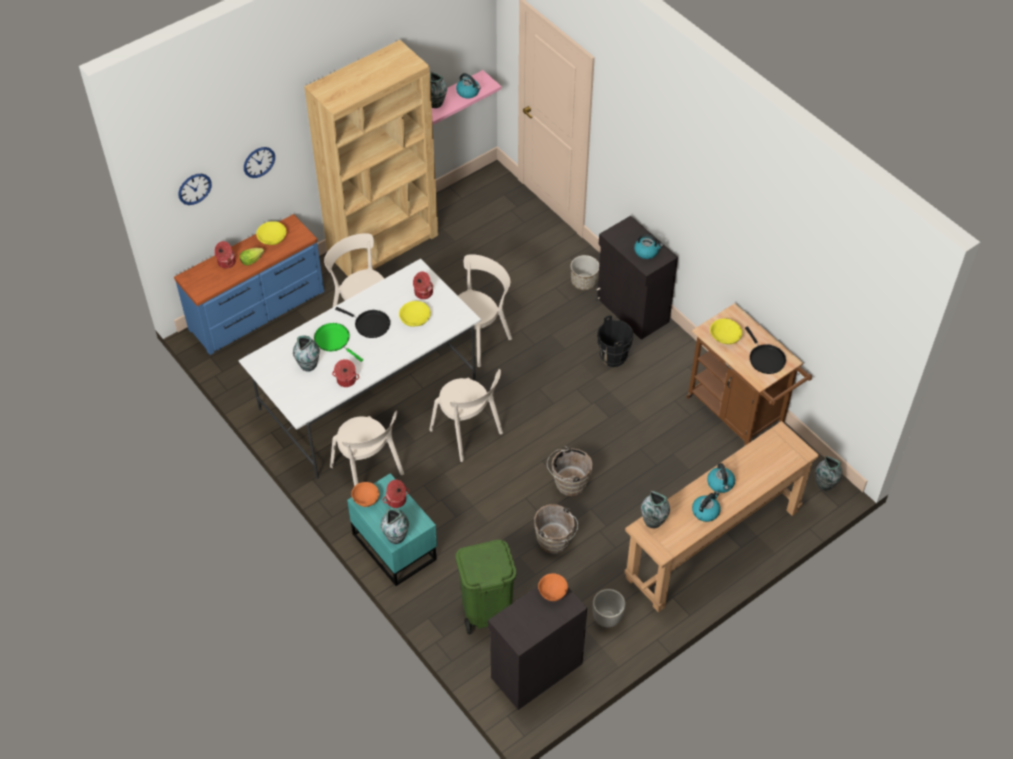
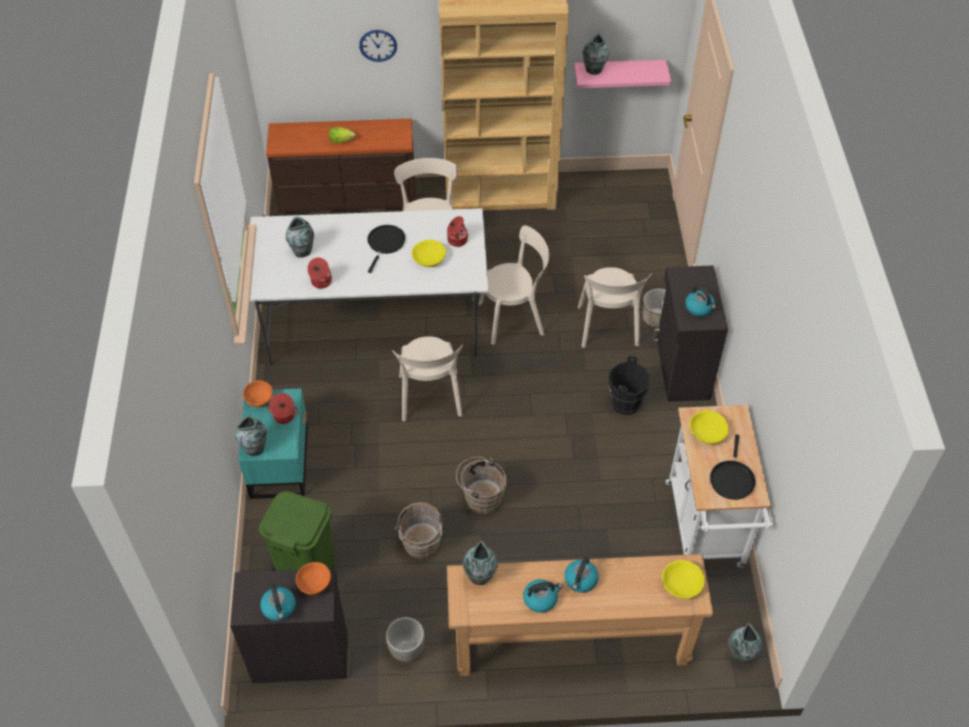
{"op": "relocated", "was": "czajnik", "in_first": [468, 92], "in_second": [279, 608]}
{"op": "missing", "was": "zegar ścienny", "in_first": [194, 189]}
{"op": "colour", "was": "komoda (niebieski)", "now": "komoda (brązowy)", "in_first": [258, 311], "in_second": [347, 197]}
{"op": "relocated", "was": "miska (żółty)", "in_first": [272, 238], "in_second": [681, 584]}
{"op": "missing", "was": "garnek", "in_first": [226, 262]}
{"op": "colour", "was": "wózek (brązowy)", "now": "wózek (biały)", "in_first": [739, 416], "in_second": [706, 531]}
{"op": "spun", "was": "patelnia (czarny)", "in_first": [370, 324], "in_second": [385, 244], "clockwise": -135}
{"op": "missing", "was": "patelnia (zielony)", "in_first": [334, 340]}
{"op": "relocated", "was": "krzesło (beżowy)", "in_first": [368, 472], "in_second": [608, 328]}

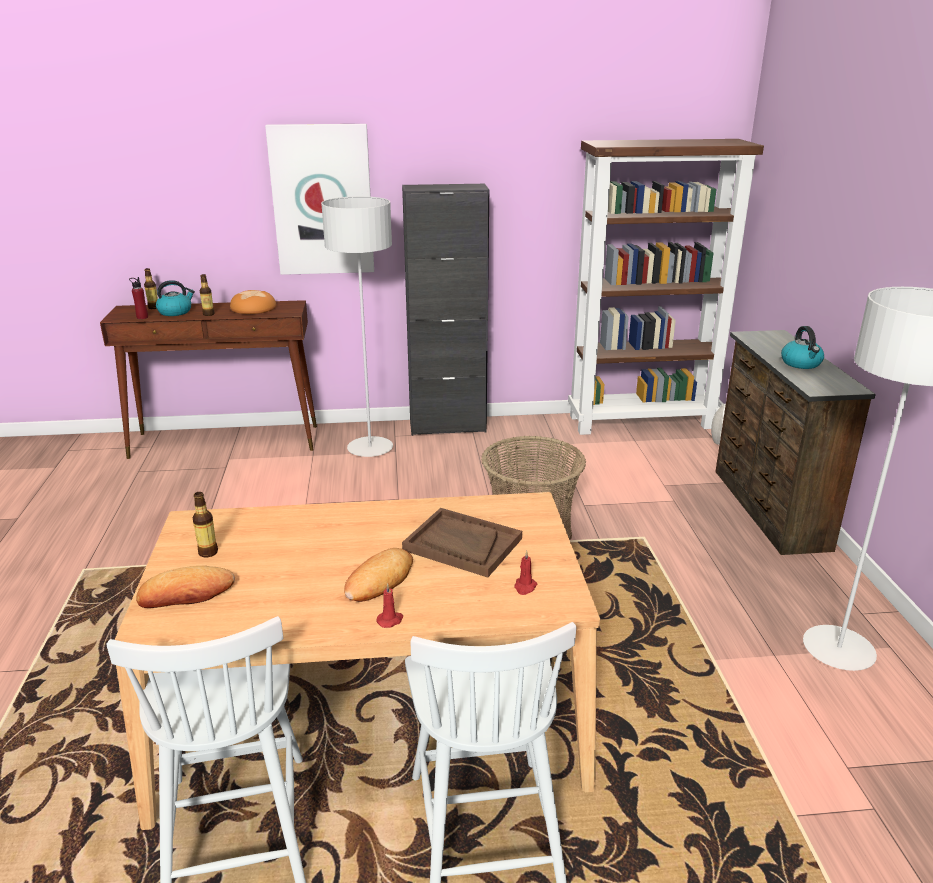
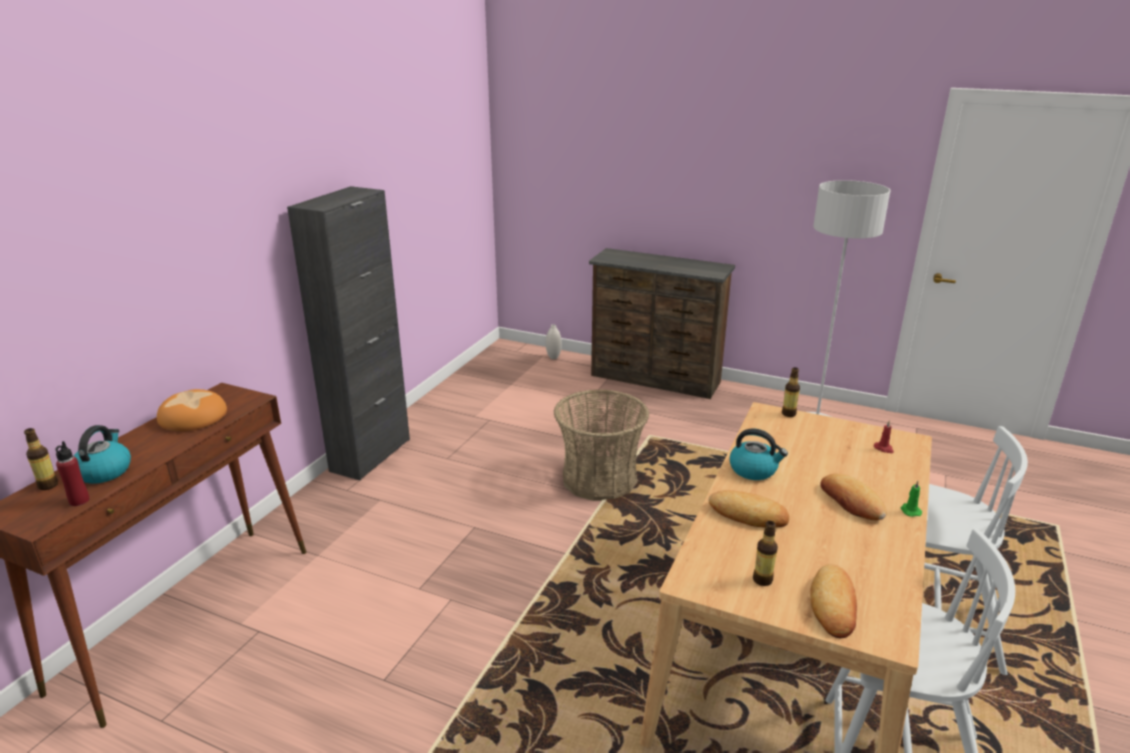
{"op": "missing", "was": "obraz", "in_first": [322, 200]}
{"op": "missing", "was": "regał (brązowy)", "in_first": [641, 421]}
{"op": "missing", "was": "lampa stojąca (szary)", "in_first": [370, 449]}
{"op": "relocated", "was": "butelka", "in_first": [208, 314], "in_second": [788, 414]}
{"op": "relocated", "was": "czajnik", "in_first": [801, 363], "in_second": [754, 470]}
{"op": "missing", "was": "taca (brązowy)", "in_first": [462, 544]}
{"op": "colour", "was": "świeca (czerwony)", "now": "świeca (zielony)", "in_first": [390, 620], "in_second": [910, 511]}
{"op": "appeared", "now": "chleb", "in_second": [748, 514]}

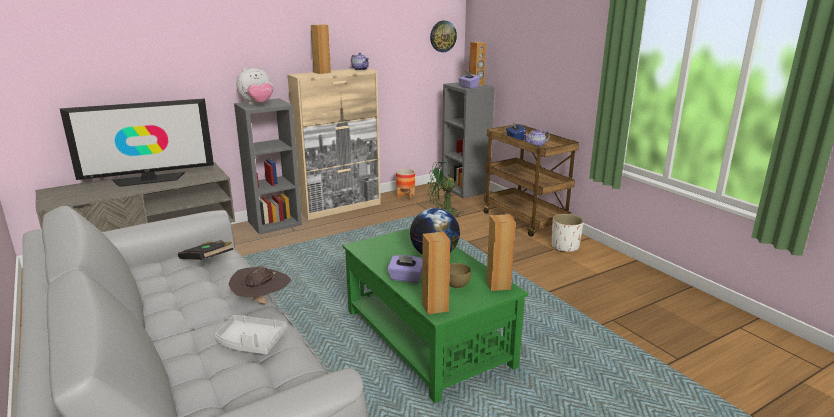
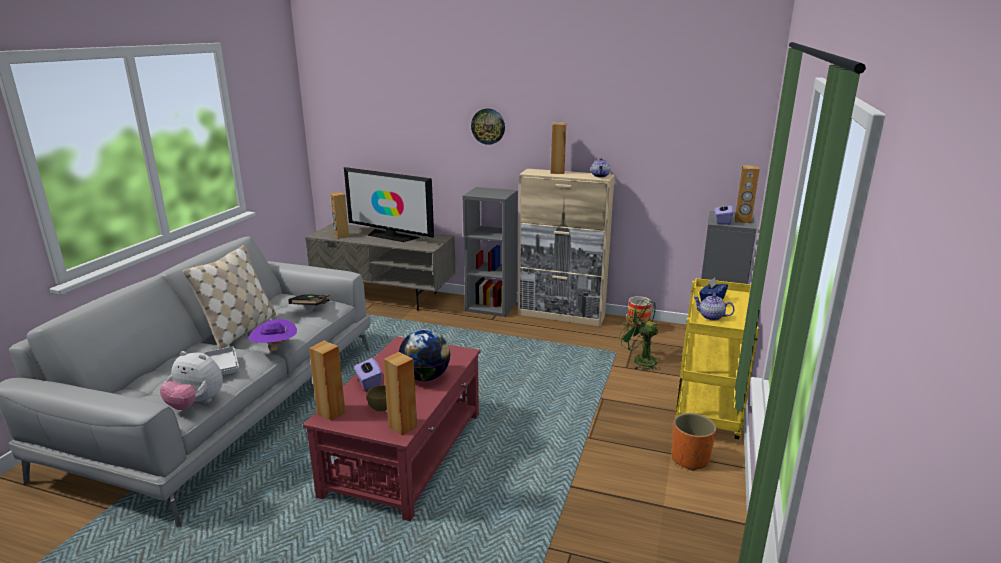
{"op": "relocated", "was": "zegar ścienny", "in_first": [443, 36], "in_second": [488, 126]}
{"op": "relocated", "was": "pluszak", "in_first": [257, 104], "in_second": [196, 404]}
{"op": "colour", "was": "wózek (brązowy)", "now": "wózek (żółty)", "in_first": [525, 220], "in_second": [708, 410]}
{"op": "colour", "was": "donica (biały)", "now": "donica (pomarańczowy)", "in_first": [565, 247], "in_second": [690, 459]}
{"op": "colour", "was": "ława (zielony)", "now": "ława (czerwony)", "in_first": [427, 337], "in_second": [406, 452]}
{"op": "colour", "was": "kapelusz (brązowy)", "now": "kapelusz (fioletowy)", "in_first": [262, 302], "in_second": [275, 350]}
{"op": "appeared", "now": "głośnik (brązowy)", "in_second": [341, 236]}
{"op": "appeared", "now": "poduszka (beżowy)", "in_second": [240, 330]}

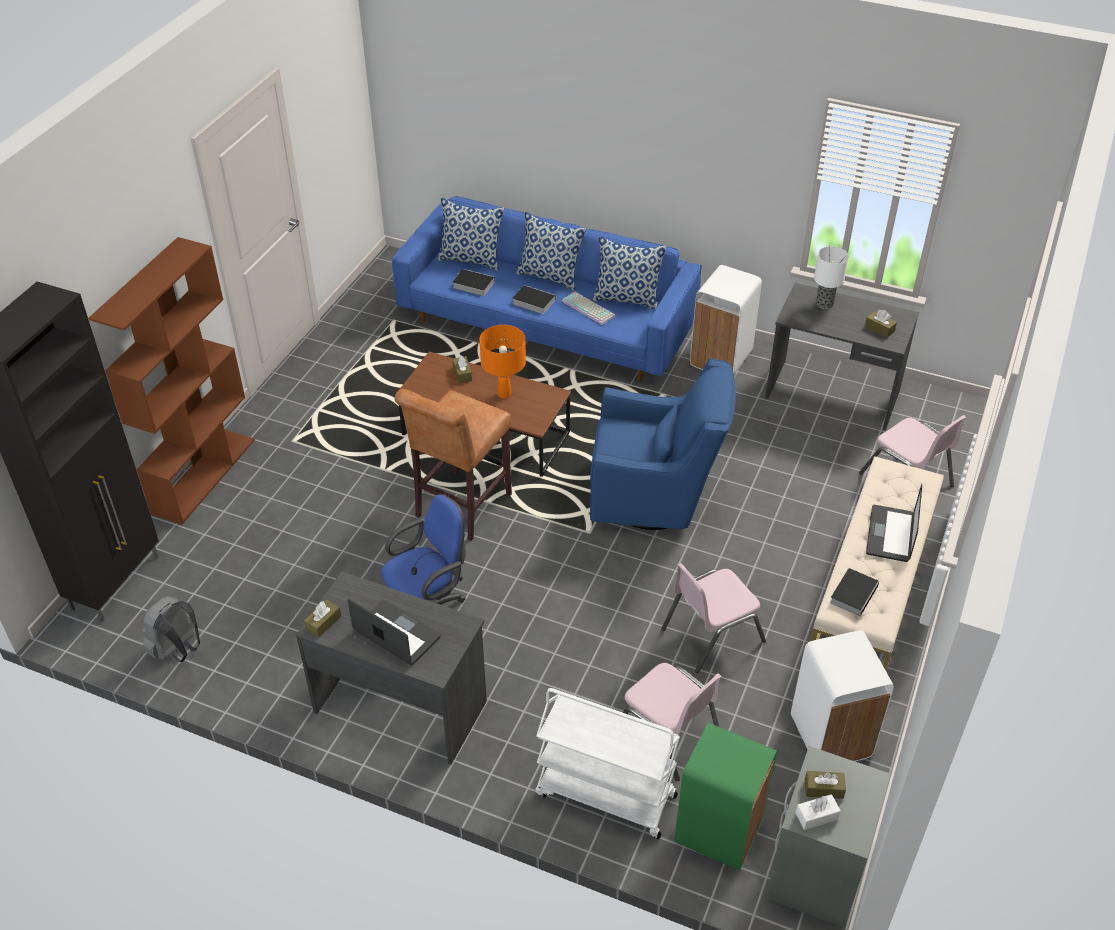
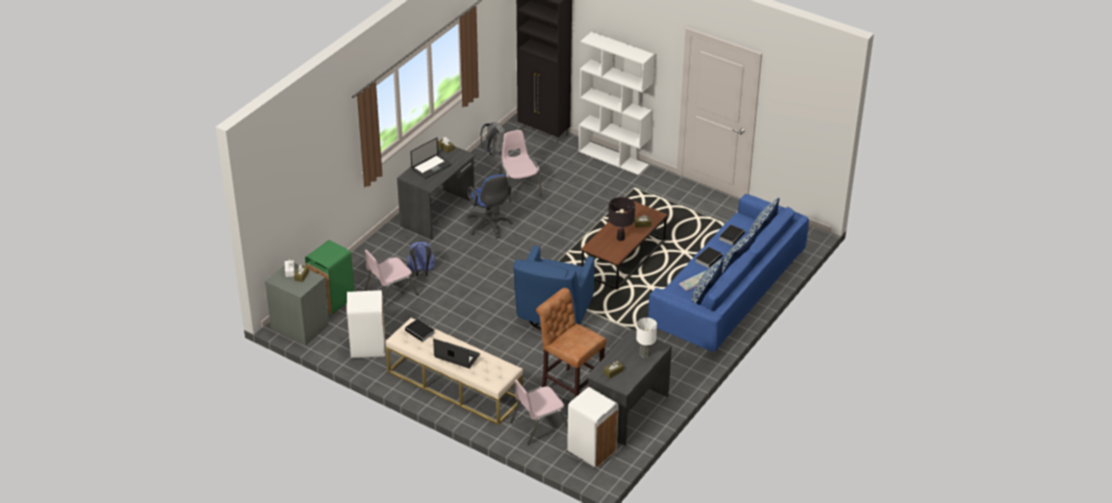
{"op": "colour", "was": "regał (brązowy)", "now": "regał (biały)", "in_first": [203, 475], "in_second": [614, 158]}
{"op": "relocated", "was": "kosz na śmieci (biały)", "in_first": [721, 358], "in_second": [592, 452]}
{"op": "colour", "was": "lampa stołowa (pomarańczowy)", "now": "lampa stołowa (czarny)", "in_first": [504, 394], "in_second": [620, 238]}
{"op": "relocated", "was": "stołek (brązowy)", "in_first": [460, 509], "in_second": [569, 388]}
{"op": "relocated", "was": "krzesło (różowy)", "in_first": [711, 634], "in_second": [519, 187]}
{"op": "missing", "was": "wózek (biały)", "in_first": [604, 795]}
{"op": "appeared", "now": "plecak (niebieski)", "in_second": [421, 272]}

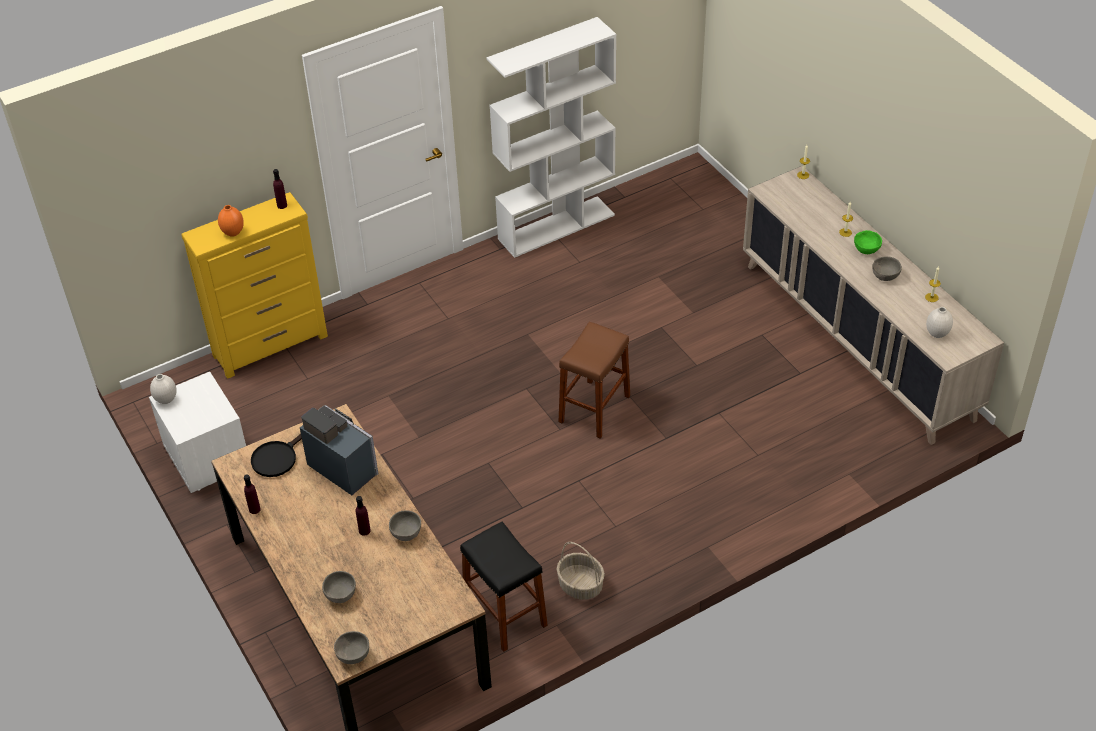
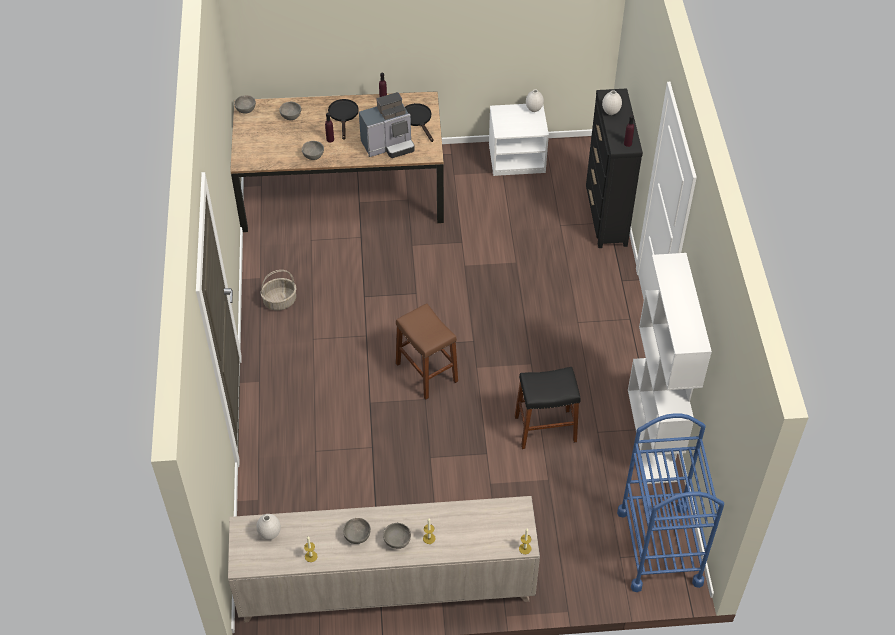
{"op": "colour", "was": "komoda (żółty)", "now": "komoda (czarny)", "in_first": [271, 346], "in_second": [606, 216]}
{"op": "colour", "was": "wazon (pomarańczowy)", "now": "wazon (biały)", "in_first": [233, 233], "in_second": [610, 112]}
{"op": "colour", "was": "miska (zielony)", "now": "miska (szary)", "in_first": [866, 250], "in_second": [397, 542]}
{"op": "relocated", "was": "stołek (czarny)", "in_first": [505, 614], "in_second": [545, 429]}
{"op": "appeared", "now": "patelnia (czarny)", "in_second": [343, 115]}
{"op": "appeared", "now": "wózek (niebieski)", "in_second": [659, 547]}

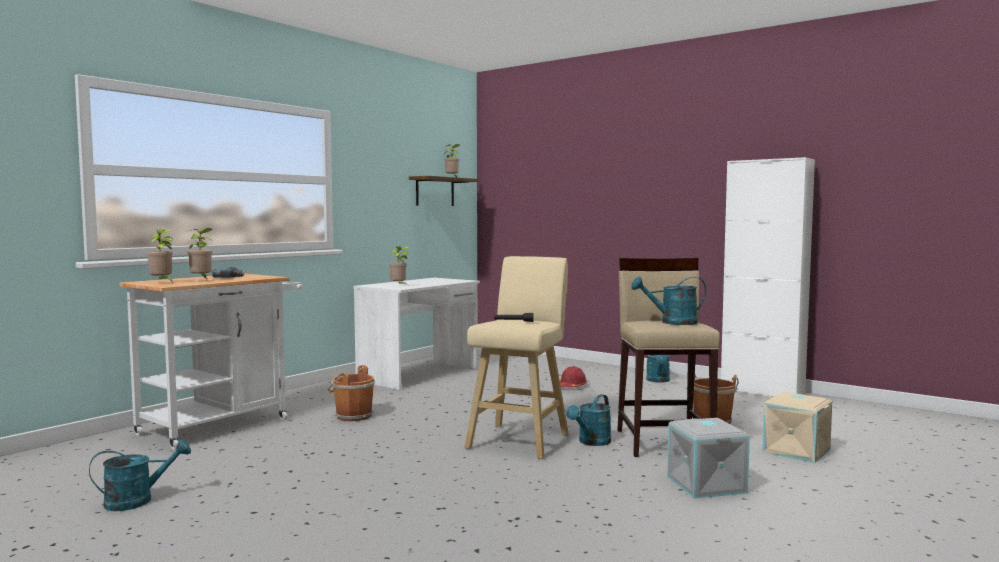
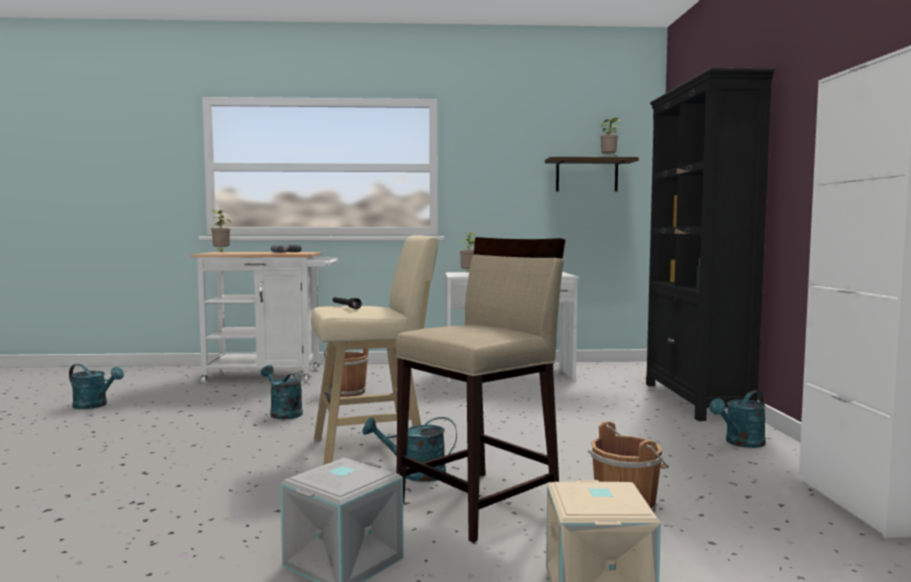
{"op": "missing", "was": "roślina doniczkowa", "in_first": [202, 280]}
{"op": "relocated", "was": "konewka (turkusowy)", "in_first": [672, 322], "in_second": [283, 413]}
{"op": "missing", "was": "kask (czerwony)", "in_first": [572, 386]}
{"op": "appeared", "now": "regał (czarny)", "in_second": [696, 400]}

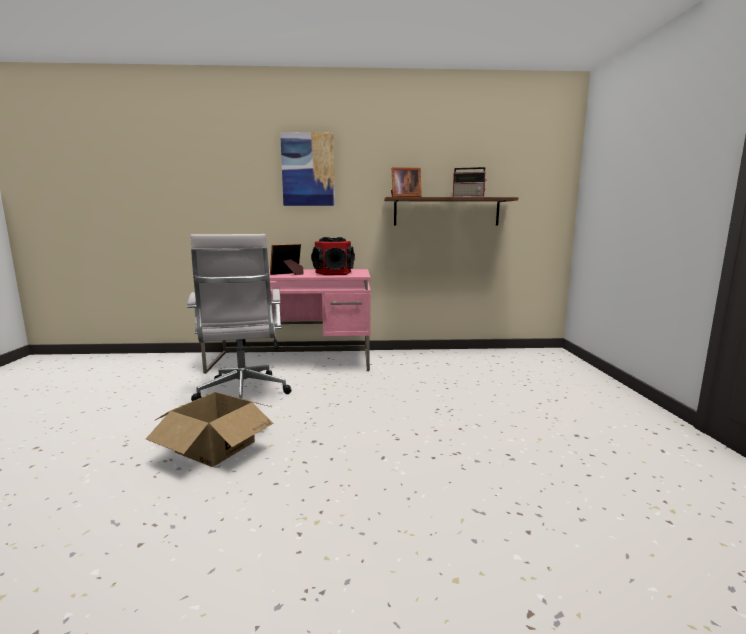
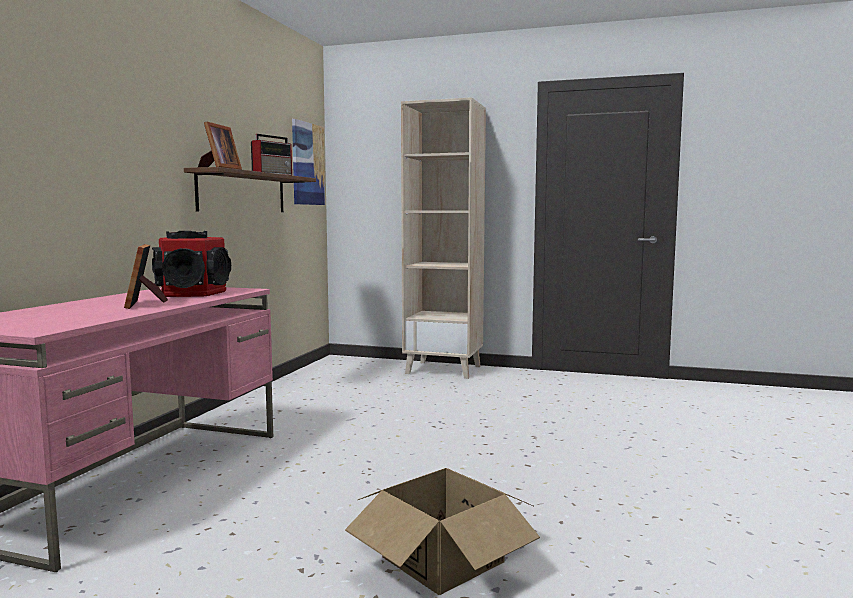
{"op": "relocated", "was": "obraz", "in_first": [308, 170], "in_second": [307, 164]}
{"op": "missing", "was": "krzesło biurowe (biały)", "in_first": [243, 394]}
{"op": "appeared", "now": "regał (beżowy)", "in_second": [444, 370]}

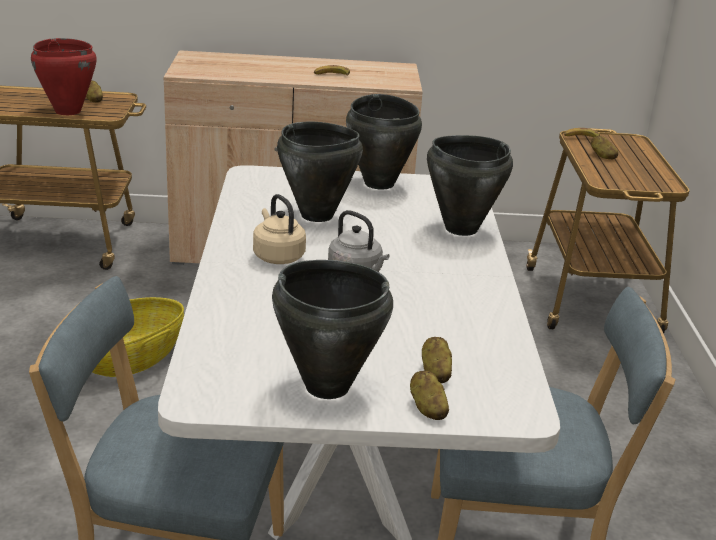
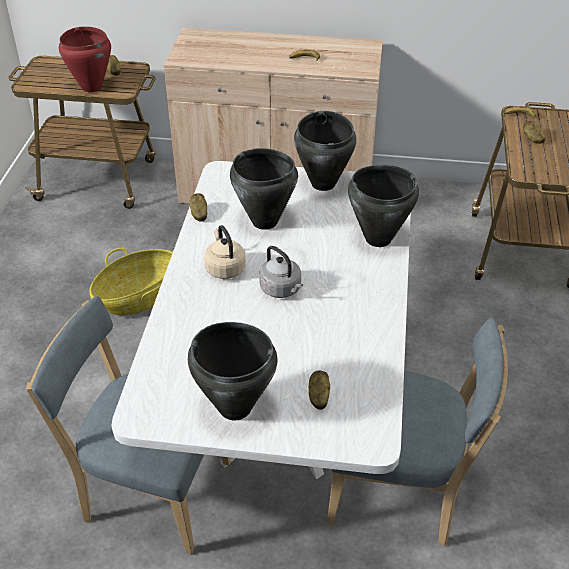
{"op": "relocated", "was": "ziemniak", "in_first": [427, 408], "in_second": [199, 214]}

